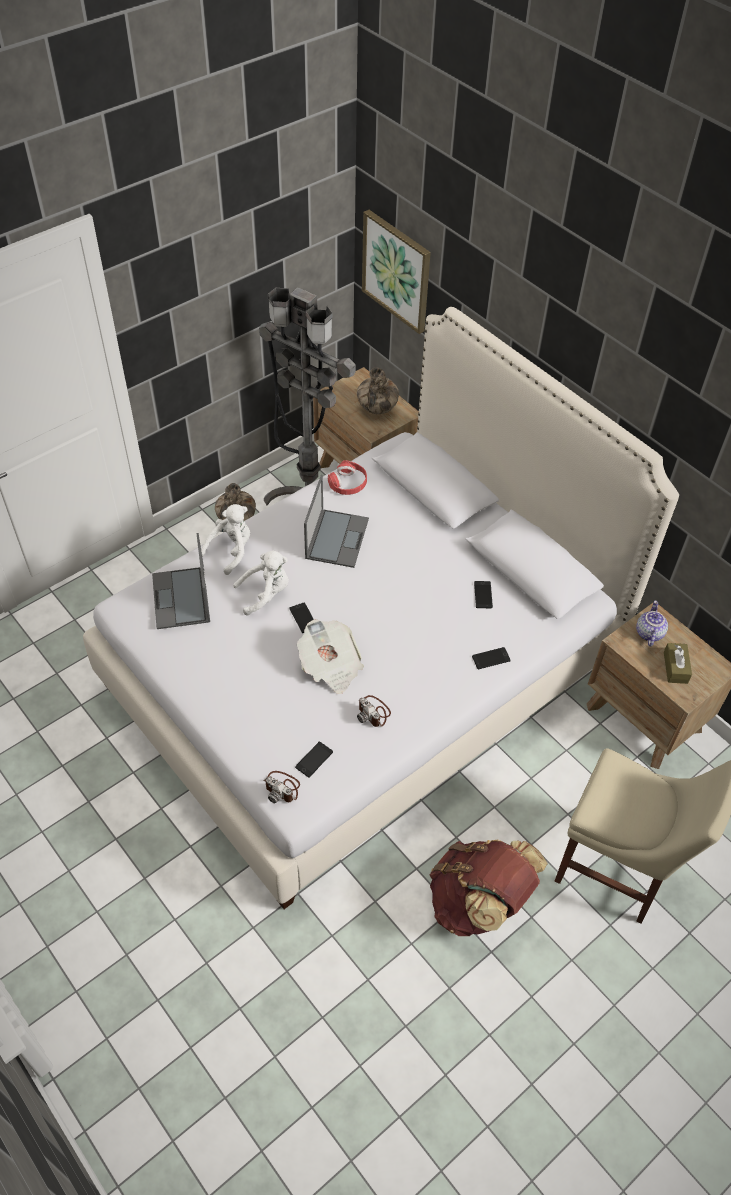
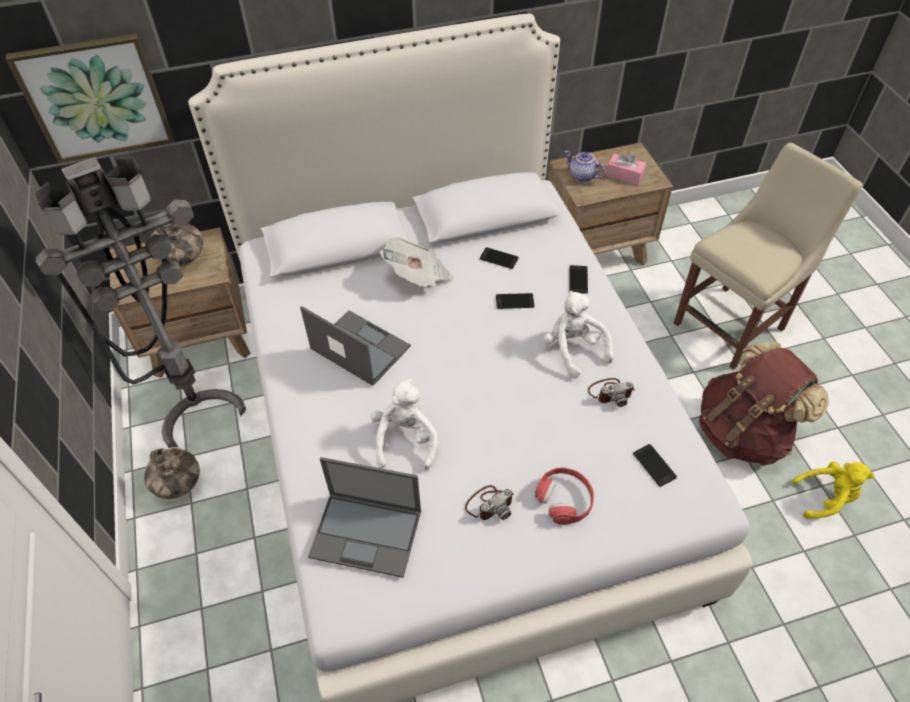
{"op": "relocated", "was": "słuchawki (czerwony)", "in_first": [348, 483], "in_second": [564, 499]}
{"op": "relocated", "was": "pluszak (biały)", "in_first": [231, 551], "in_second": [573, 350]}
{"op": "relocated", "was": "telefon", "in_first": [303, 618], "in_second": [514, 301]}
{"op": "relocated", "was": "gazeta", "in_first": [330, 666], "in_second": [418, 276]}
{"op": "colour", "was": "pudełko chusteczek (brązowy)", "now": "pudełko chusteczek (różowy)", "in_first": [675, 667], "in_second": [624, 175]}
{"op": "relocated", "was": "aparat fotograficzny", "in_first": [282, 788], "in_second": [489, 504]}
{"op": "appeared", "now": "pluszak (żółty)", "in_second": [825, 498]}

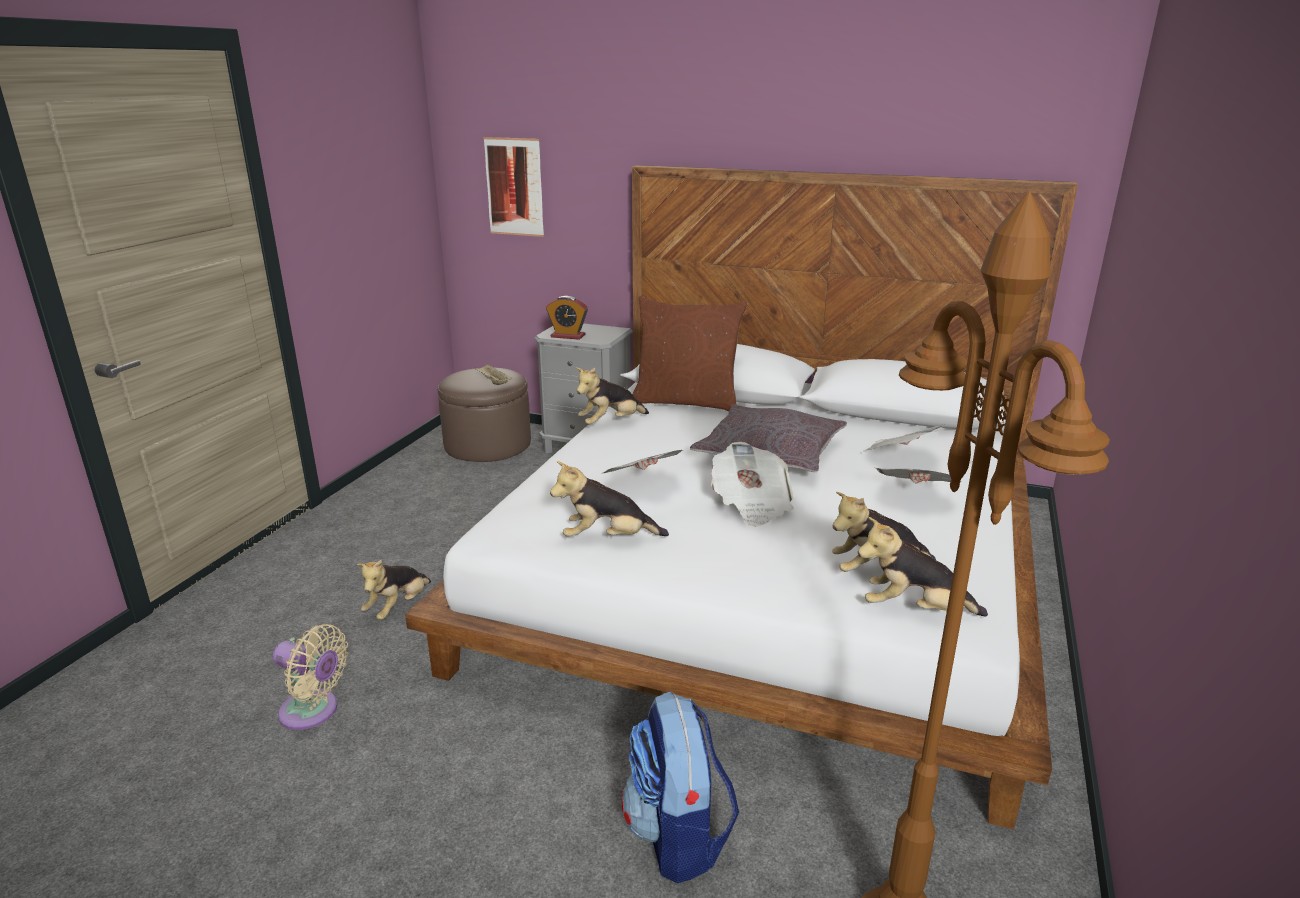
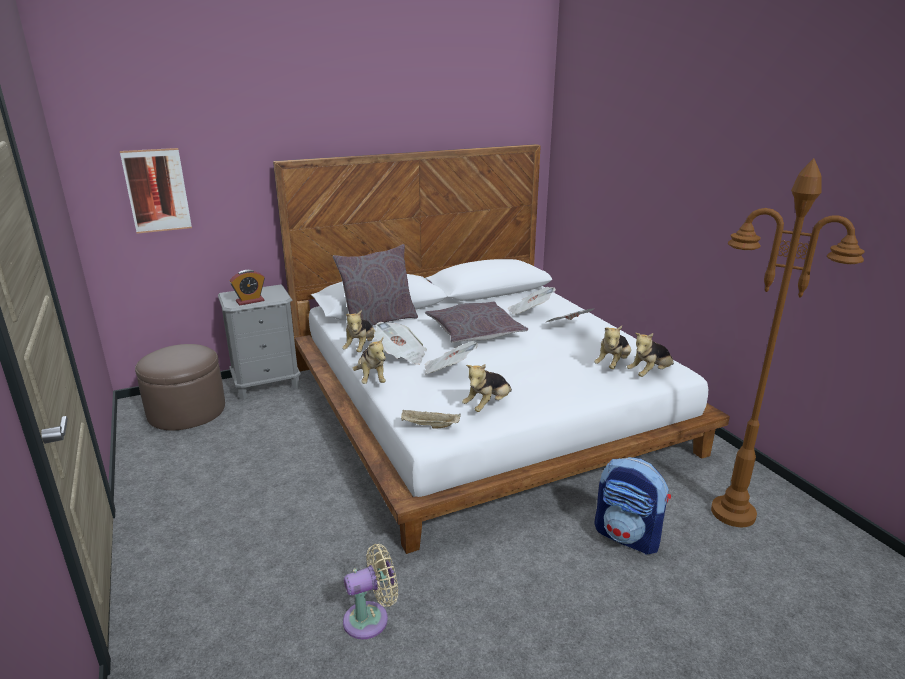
{"op": "colour", "was": "poduszka (brązowy)", "now": "poduszka (szary)", "in_first": [686, 402], "in_second": [378, 321]}
{"op": "relocated", "was": "taca (beżowy)", "in_first": [493, 382], "in_second": [429, 426]}
{"op": "relocated", "was": "gazeta", "in_first": [751, 505], "in_second": [401, 356]}
{"op": "relocated", "was": "pluszak", "in_first": [398, 607], "in_second": [371, 379]}

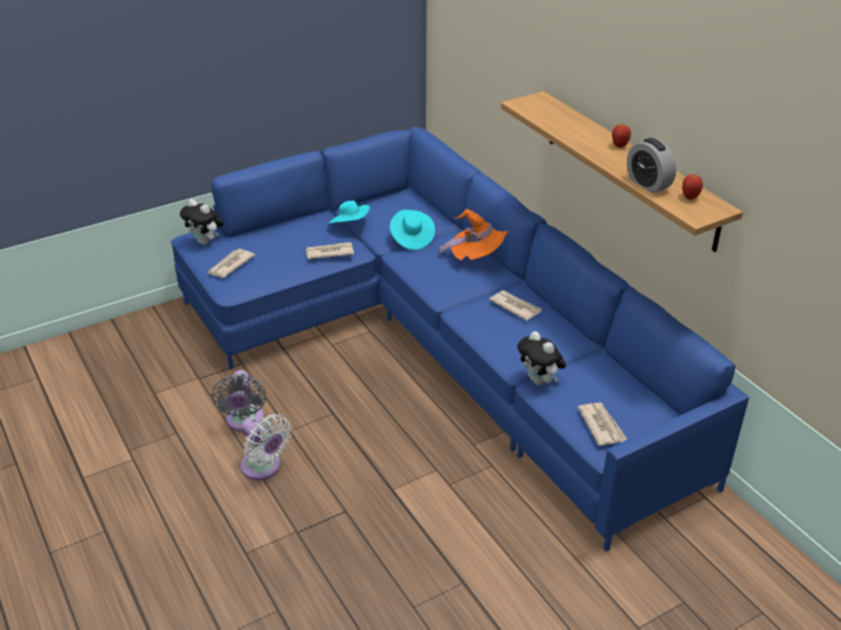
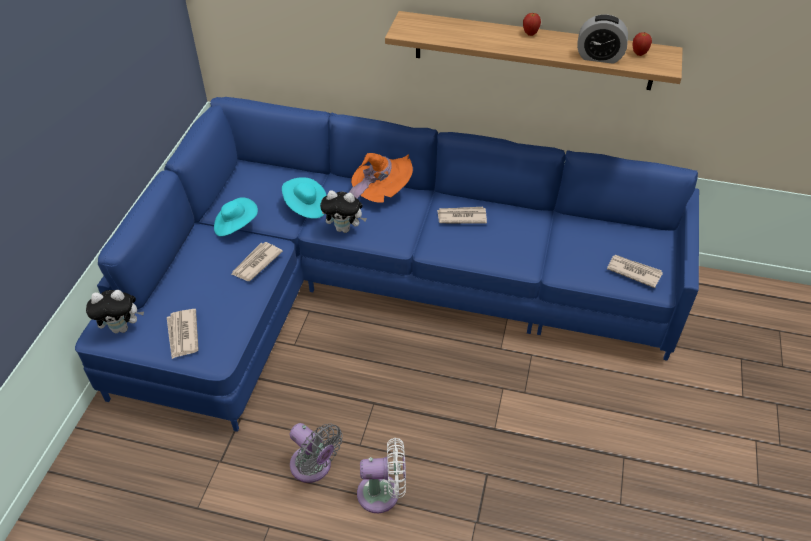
{"op": "relocated", "was": "pluszak", "in_first": [539, 381], "in_second": [344, 228]}

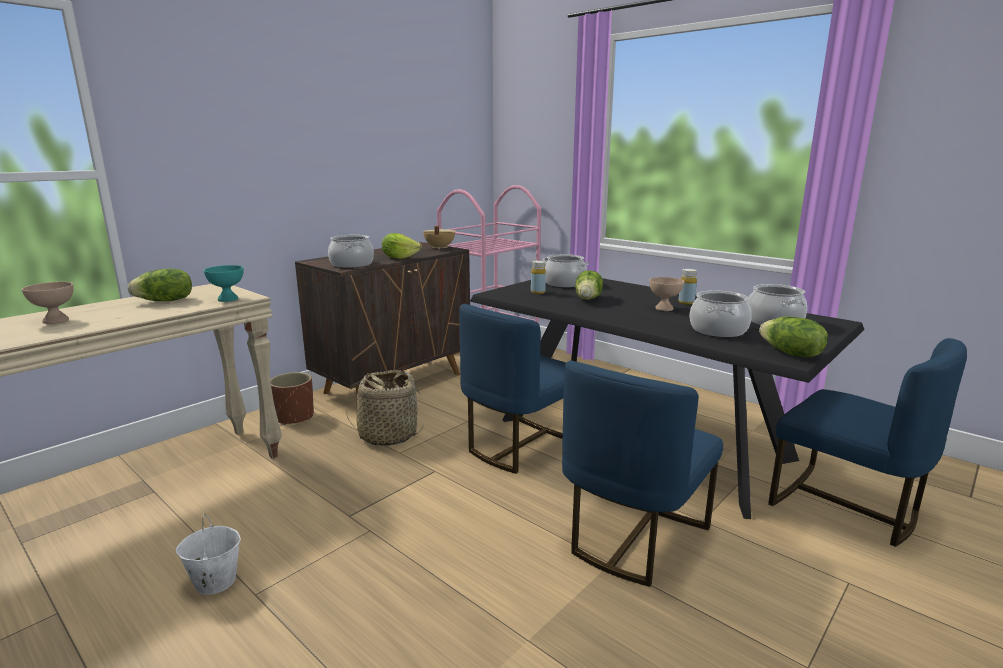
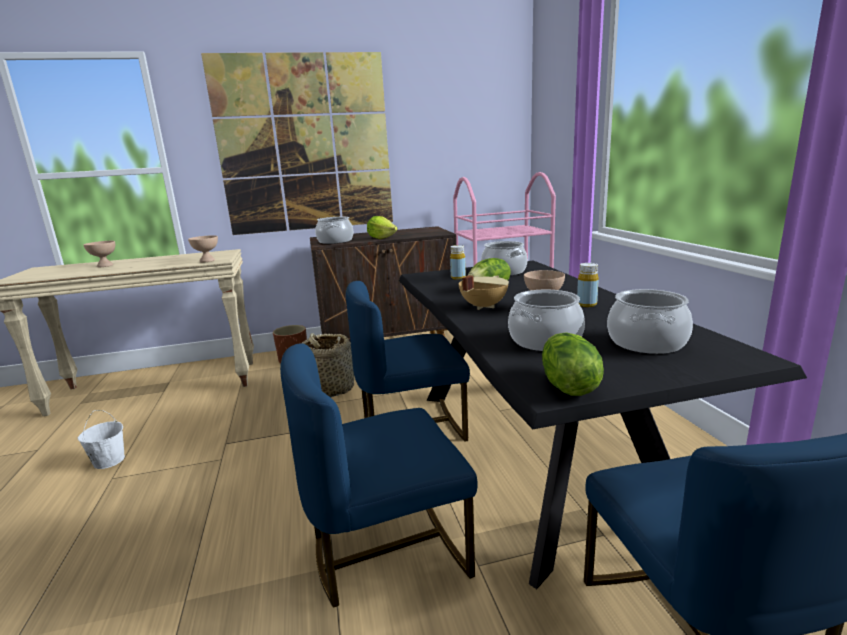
{"op": "relocated", "was": "garnek (beżowy)", "in_first": [439, 247], "in_second": [482, 306]}
{"op": "colour", "was": "miska (turkusowy)", "now": "miska (beżowy)", "in_first": [227, 299], "in_second": [207, 261]}
{"op": "missing", "was": "sałata", "in_first": [165, 301]}
{"op": "appeared", "now": "obraz", "in_second": [305, 145]}

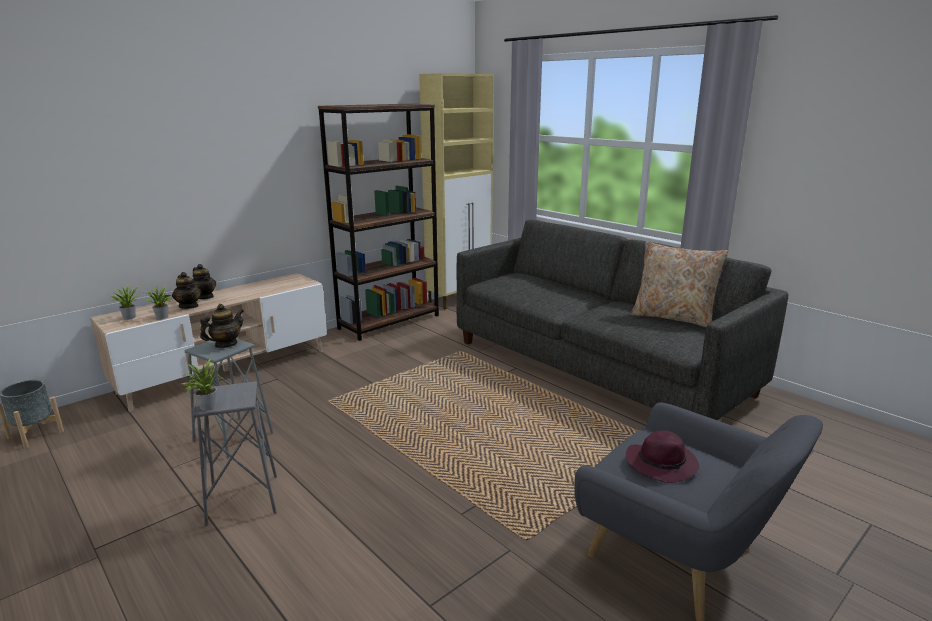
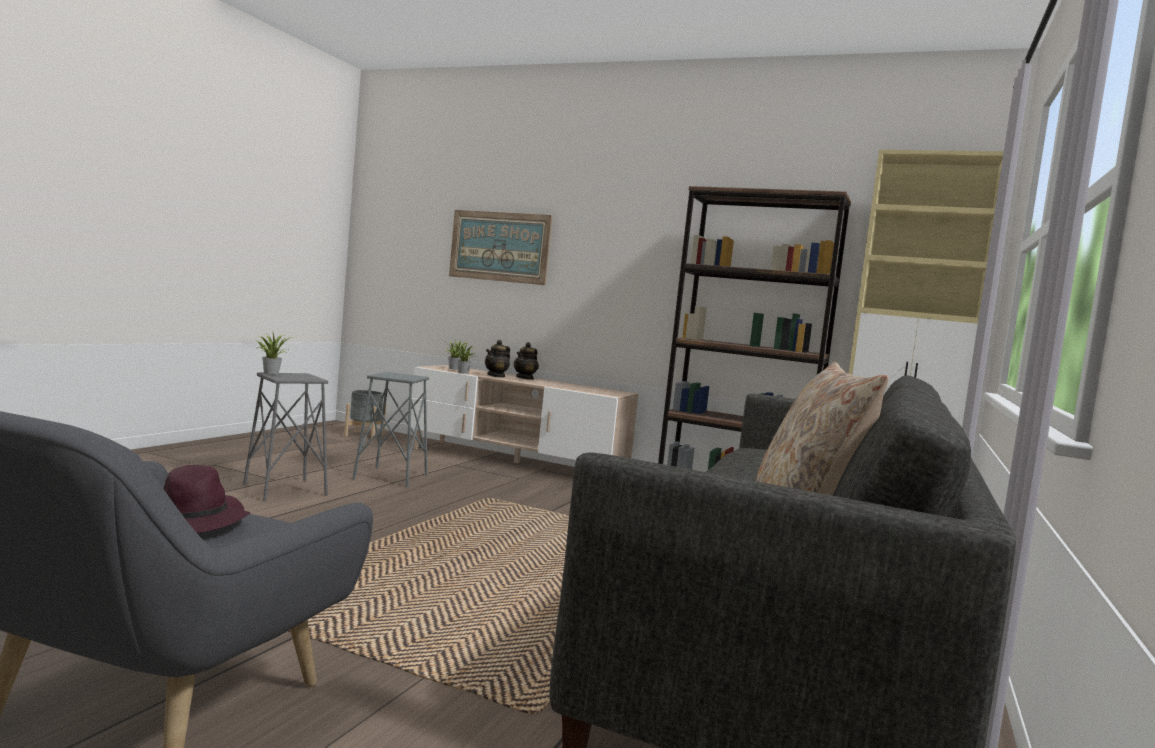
{"op": "missing", "was": "imbryk", "in_first": [226, 344]}
{"op": "appeared", "now": "obraz", "in_second": [499, 246]}

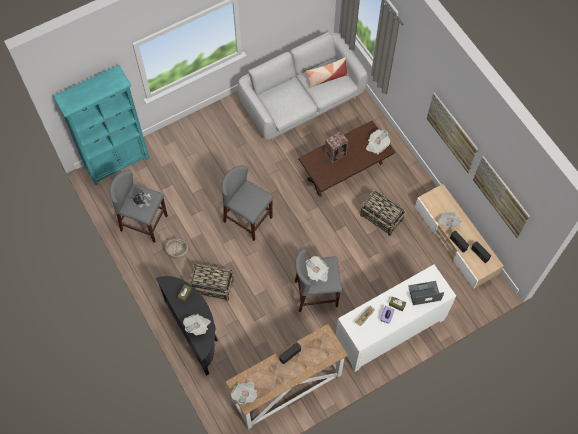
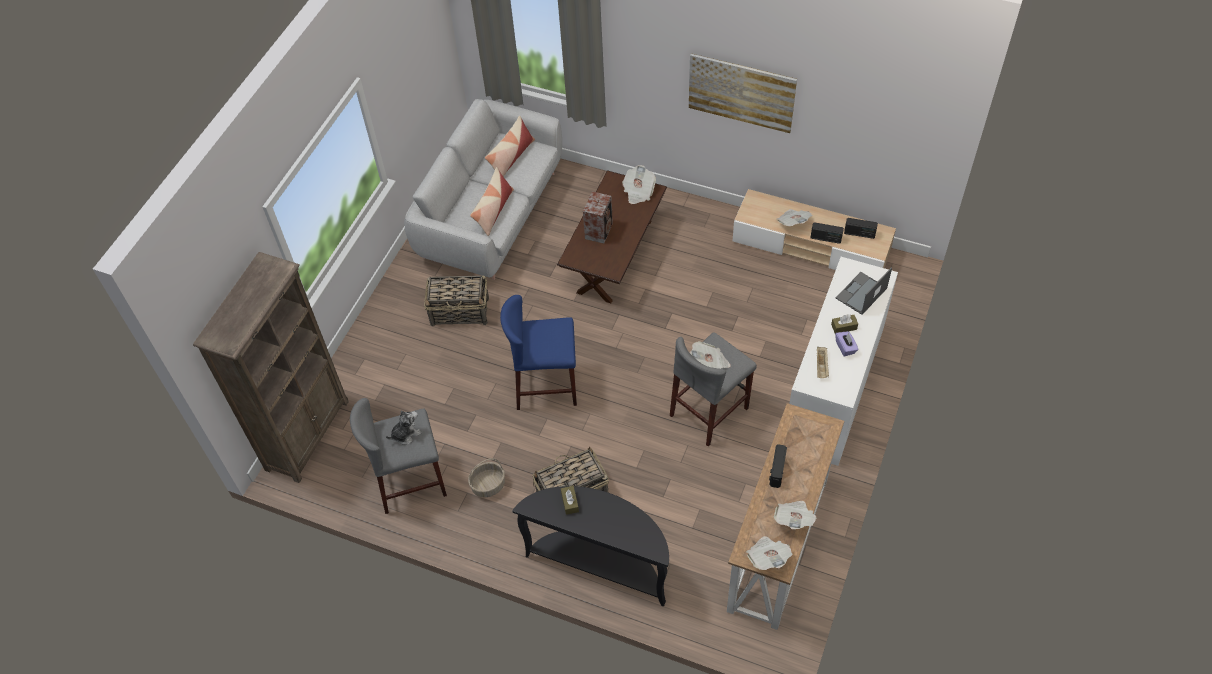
{"op": "colour", "was": "regał (turkusowy)", "now": "regał (brązowy)", "in_first": [118, 162], "in_second": [308, 434]}
{"op": "missing", "was": "obraz", "in_first": [501, 196]}
{"op": "colour", "was": "stołek (szary)", "now": "stołek (niebieski)", "in_first": [248, 220], "in_second": [546, 386]}
{"op": "relocated", "was": "koszyk", "in_first": [381, 218], "in_second": [460, 311]}
{"op": "relocated", "was": "gazeta", "in_first": [198, 326], "in_second": [794, 519]}
{"op": "appeared", "now": "poduszka", "in_second": [493, 211]}

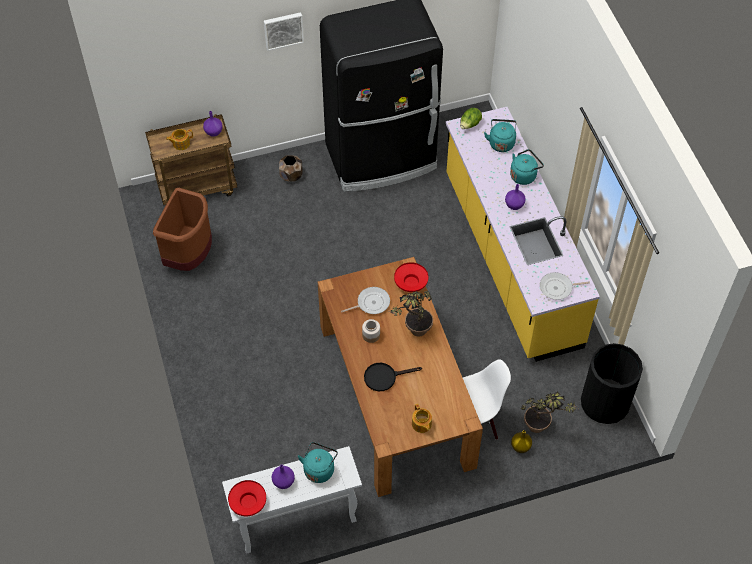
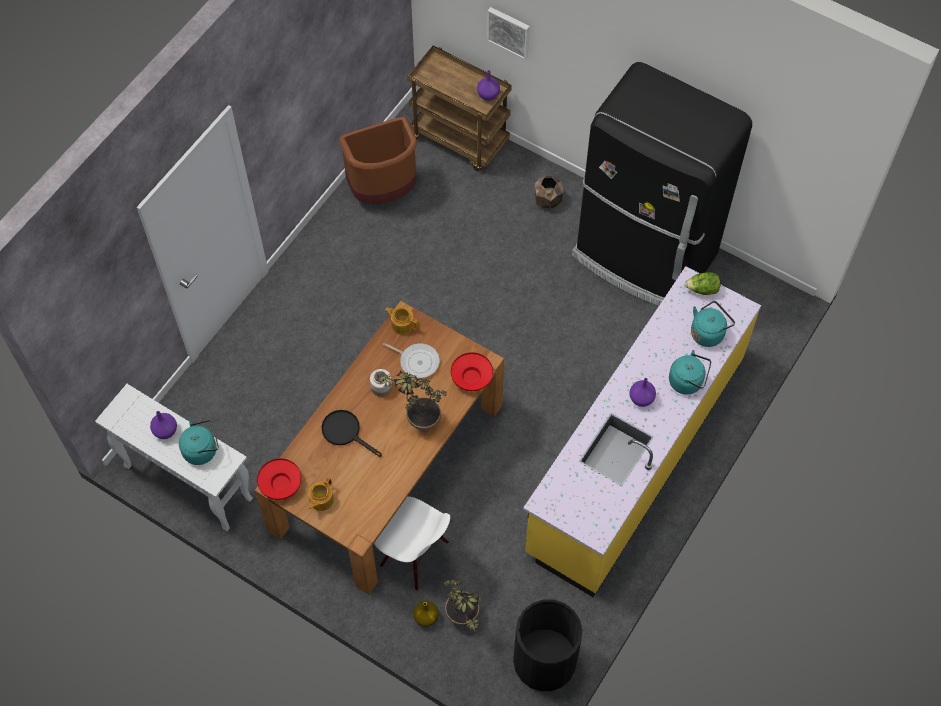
{"op": "relocated", "was": "obraz", "in_first": [283, 30], "in_second": [509, 31]}
{"op": "relocated", "was": "imbryk", "in_first": [180, 143], "in_second": [402, 324]}
{"op": "missing", "was": "patelnia", "in_first": [558, 288]}
{"op": "relocated", "was": "miska (czerwony)", "in_first": [248, 502], "in_second": [280, 484]}

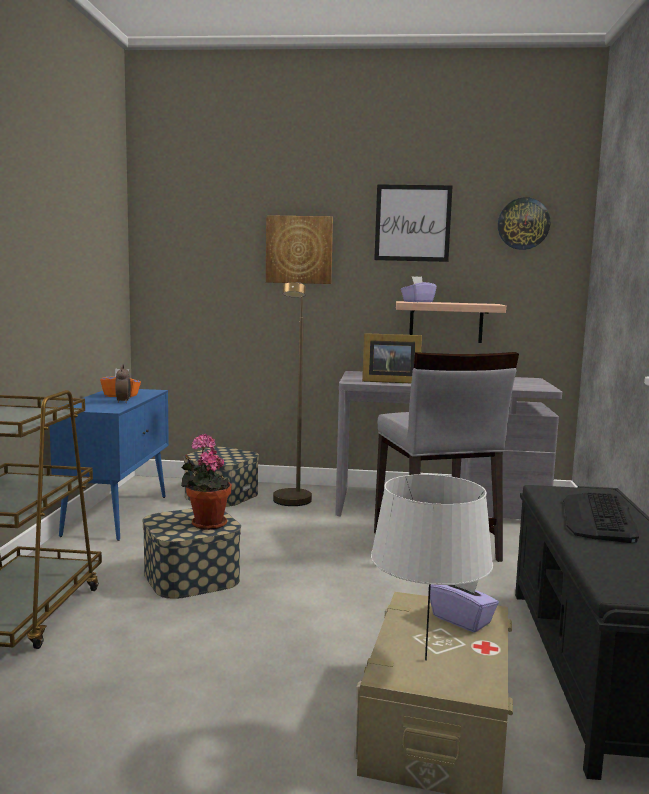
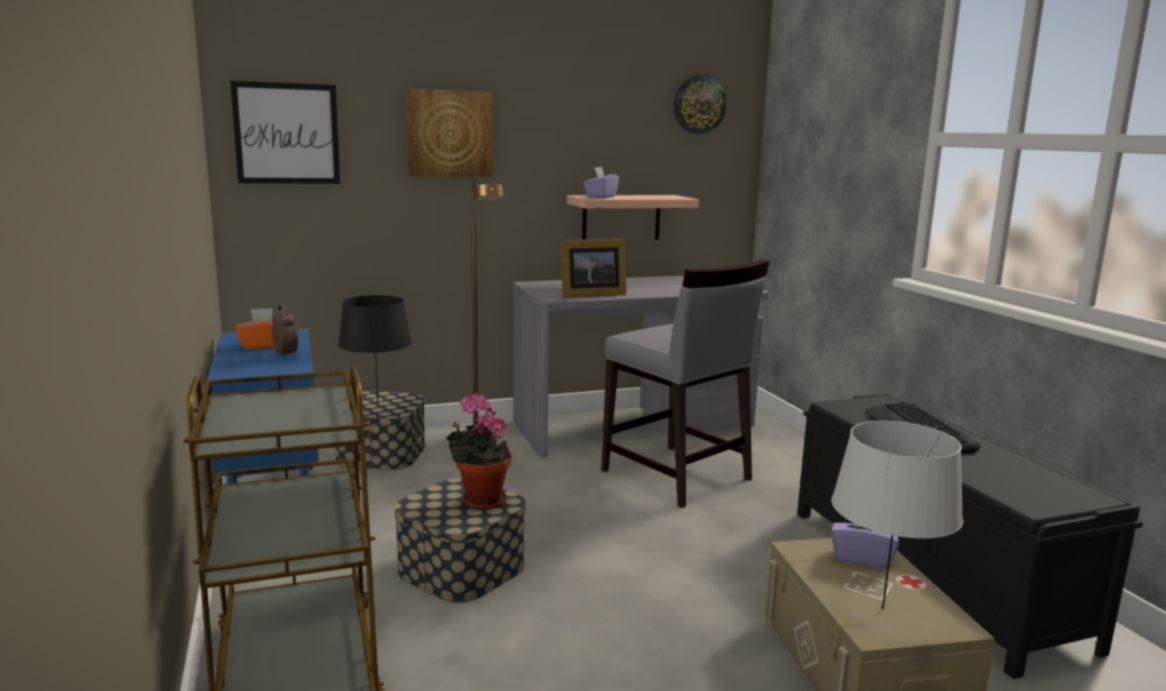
{"op": "relocated", "was": "obraz", "in_first": [412, 223], "in_second": [287, 133]}
{"op": "appeared", "now": "lampa stołowa (czarny)", "in_second": [378, 405]}

